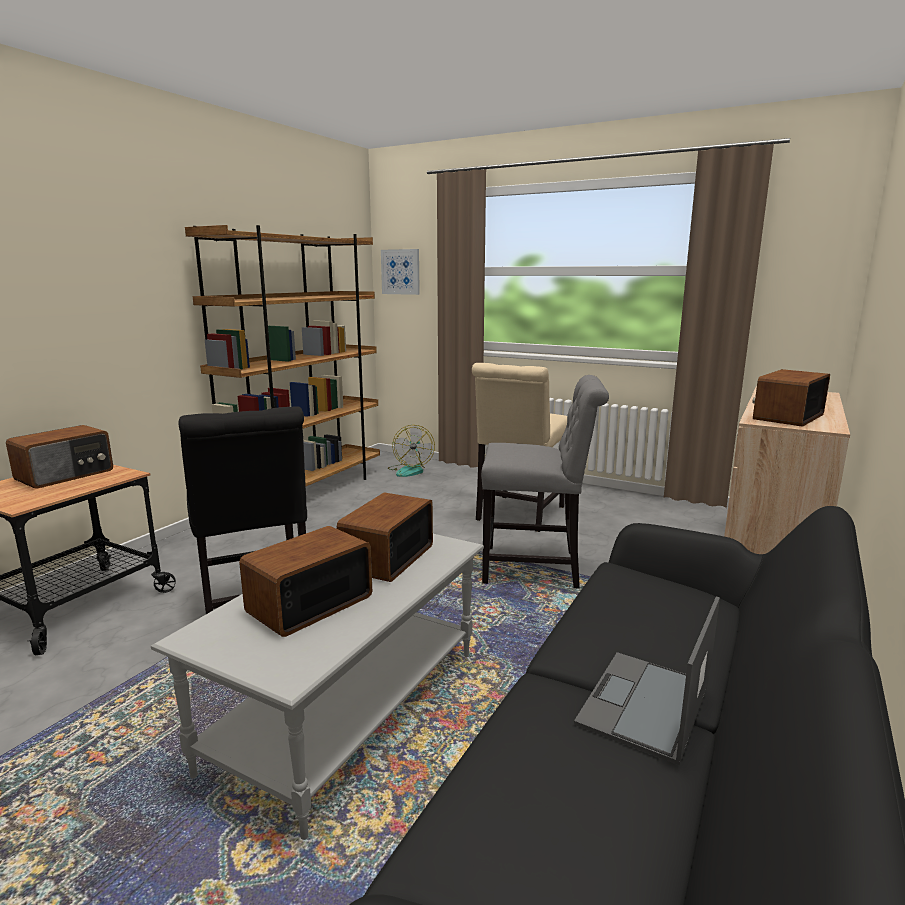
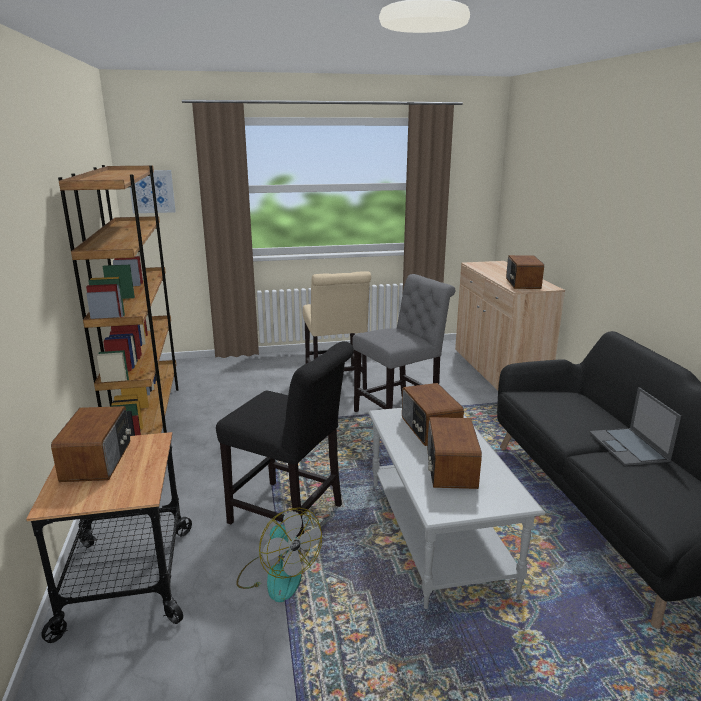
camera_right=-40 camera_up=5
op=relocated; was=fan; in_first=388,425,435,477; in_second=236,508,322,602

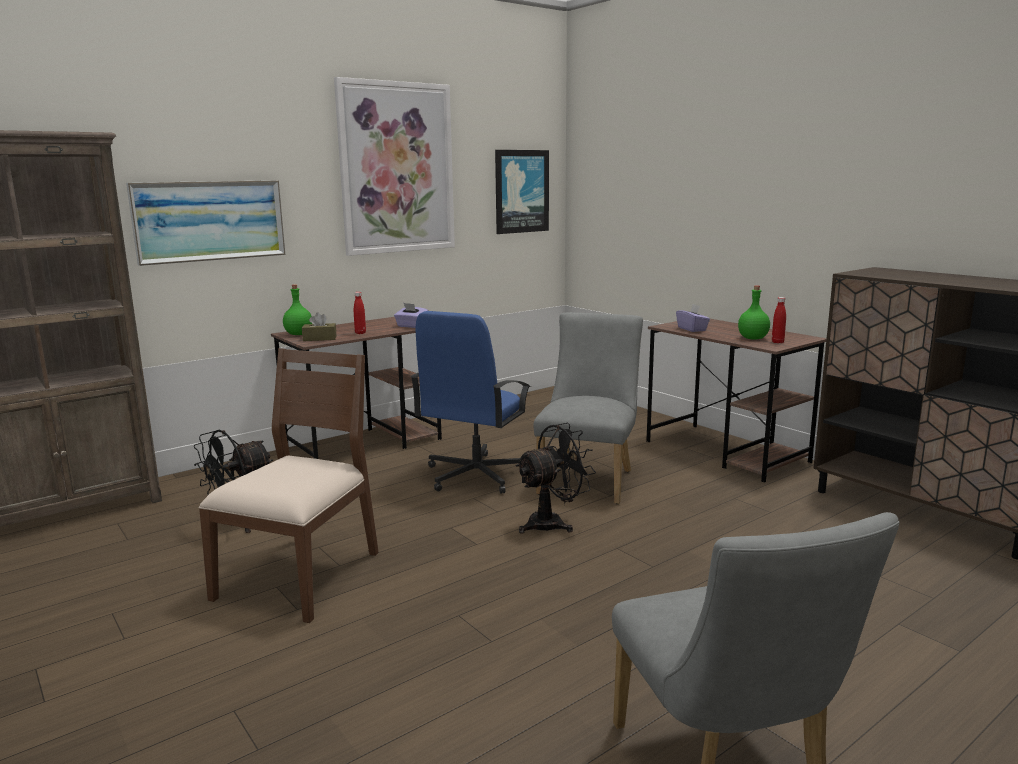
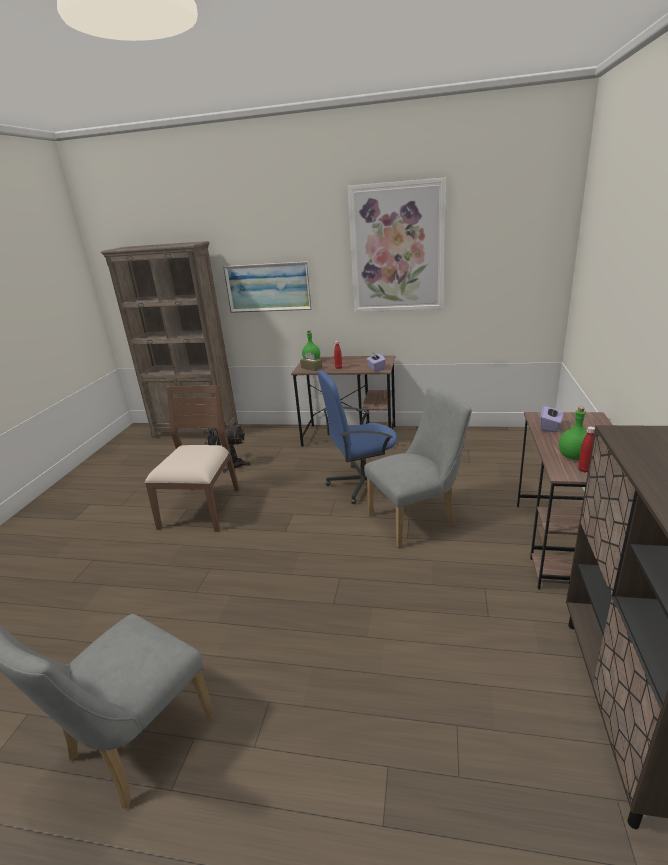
camera_right=50 camera_up=10
op=spun; was=chair (brown); in_first=198,348,379,623; in_second=145,385,239,532; clockwise=-60
op=missing; was=picture; in_first=495,150,549,234
op=missing; was=fan (black); in_first=516,423,596,534

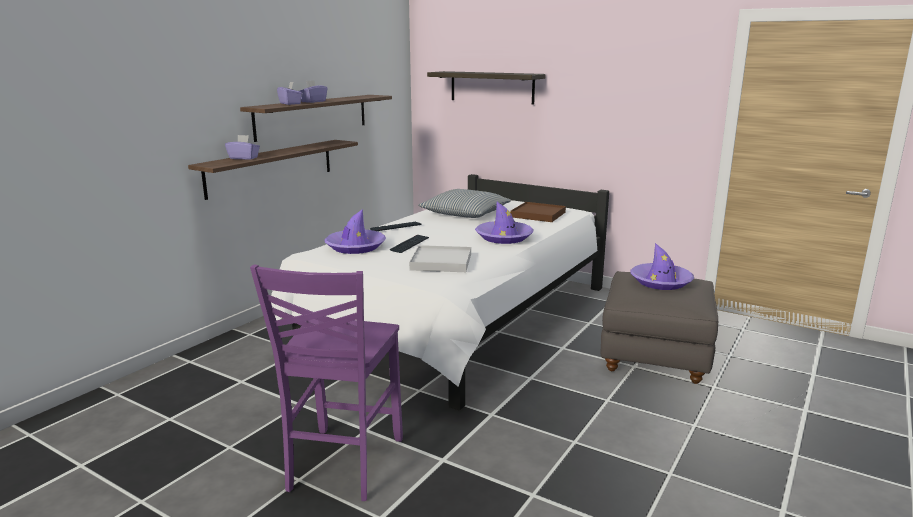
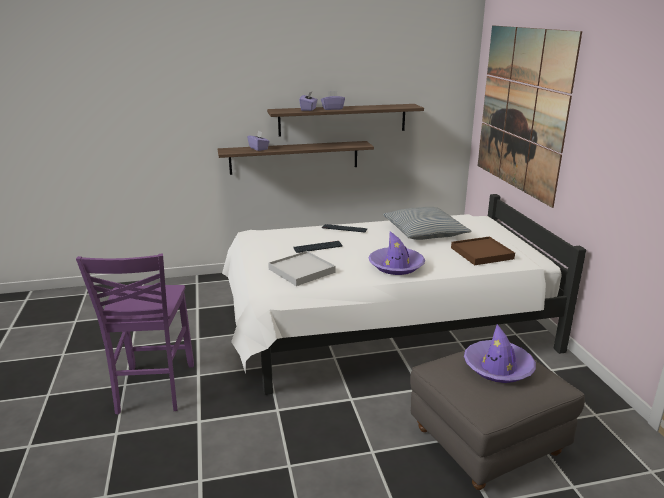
camera_right=45 camera_up=5
op=spun; was=chair (purple); in_first=250,265,403,501; in_second=76,254,194,414; clockwise=-60
op=exchanged; was=shelf; now=picture; in_first=427,71,546,104; in_second=478,25,582,208
op=missing; was=hat (purple); in_first=324,209,386,254

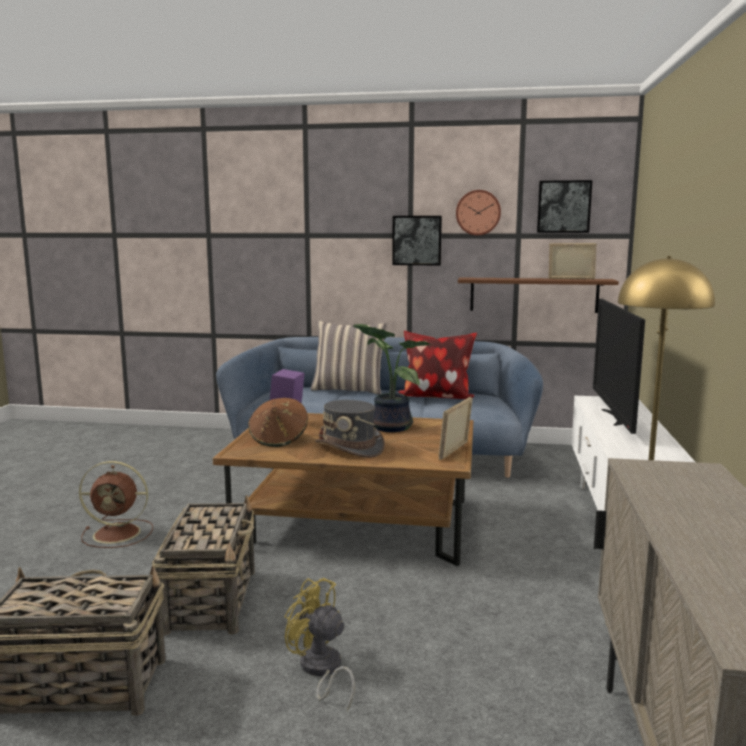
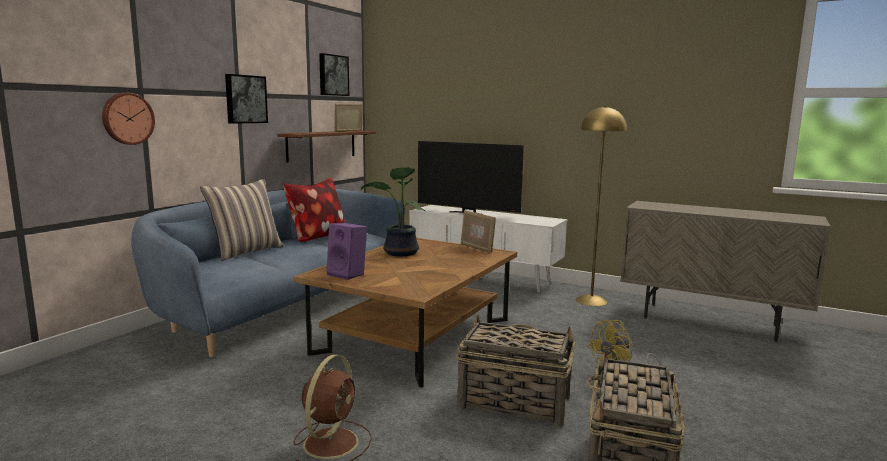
camera_right=-70 camera_up=0
op=relocated; was=wall clock; in_first=456,190,501,235; in_second=102,93,155,145
op=missing; was=hat (brown); in_first=248,398,308,447
op=missing; was=hat (grey); in_first=315,400,385,458

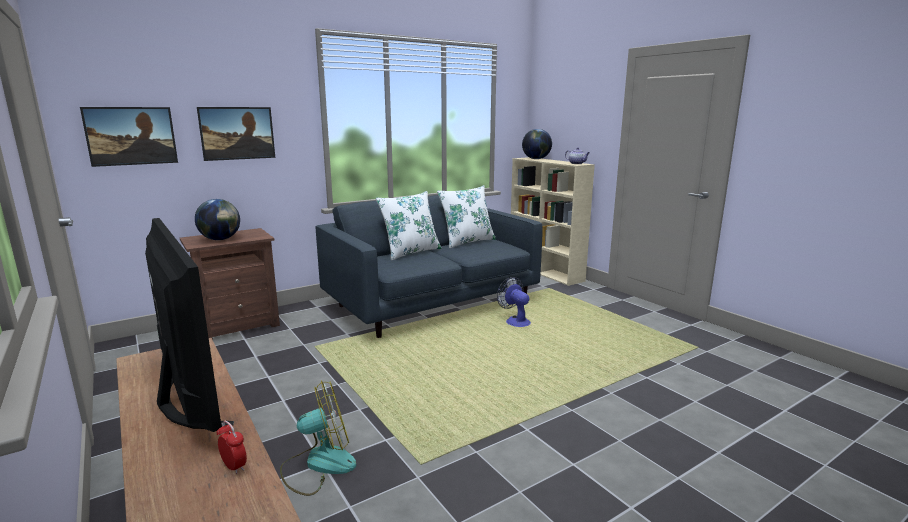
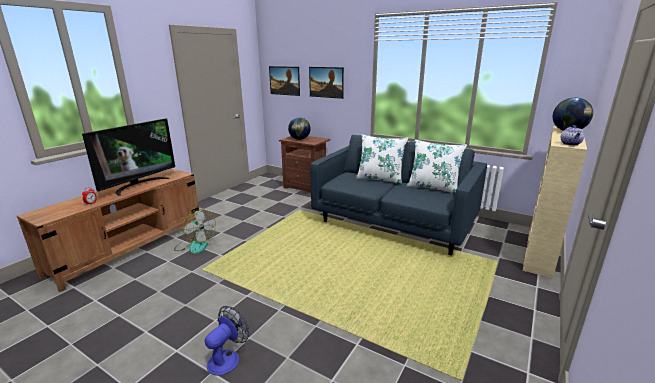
camera_right=65 camera_up=5
op=relocated; was=fan; in_first=497,277,531,327; in_second=204,306,249,376

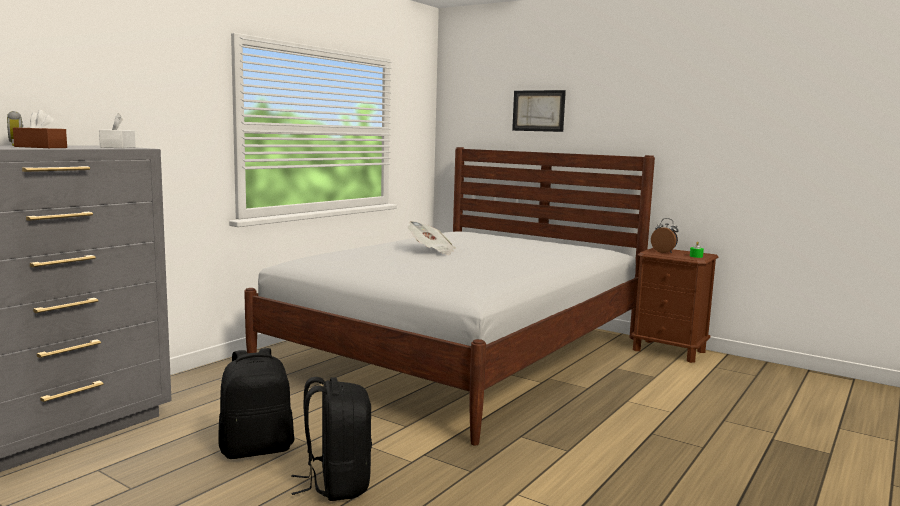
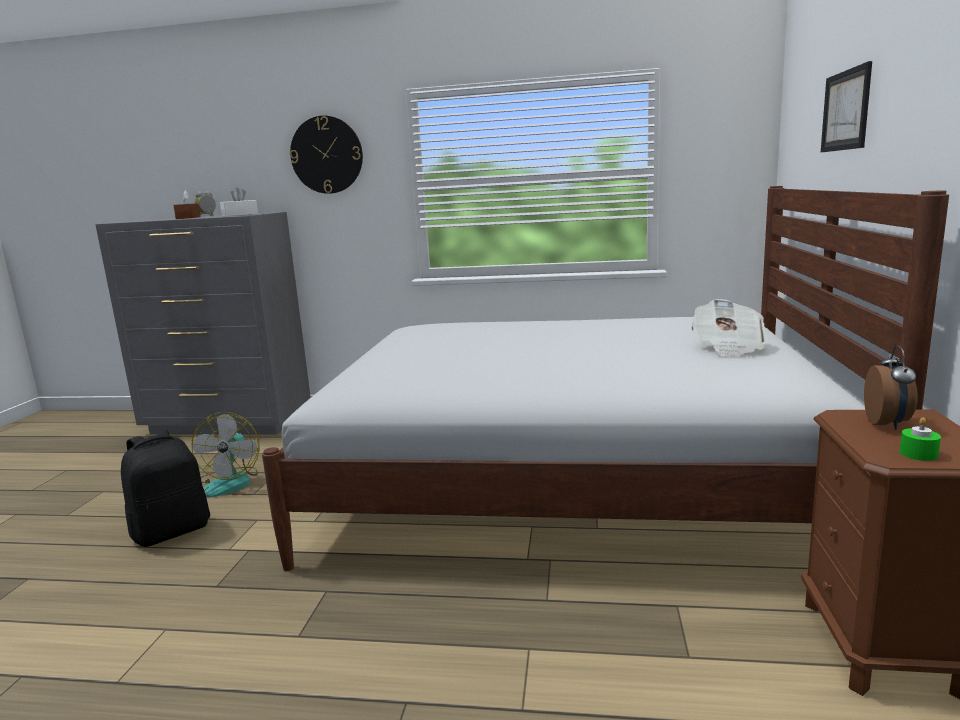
camera_right=65 camera_up=5
op=exchanged; was=backpack (black); now=fan; in_first=218,348,294,459; in_second=191,412,260,497
op=appeared; now=wall clock; in_second=290,116,363,194
op=relocated; was=newspaper; in_first=408,221,456,255; in_second=691,299,766,357

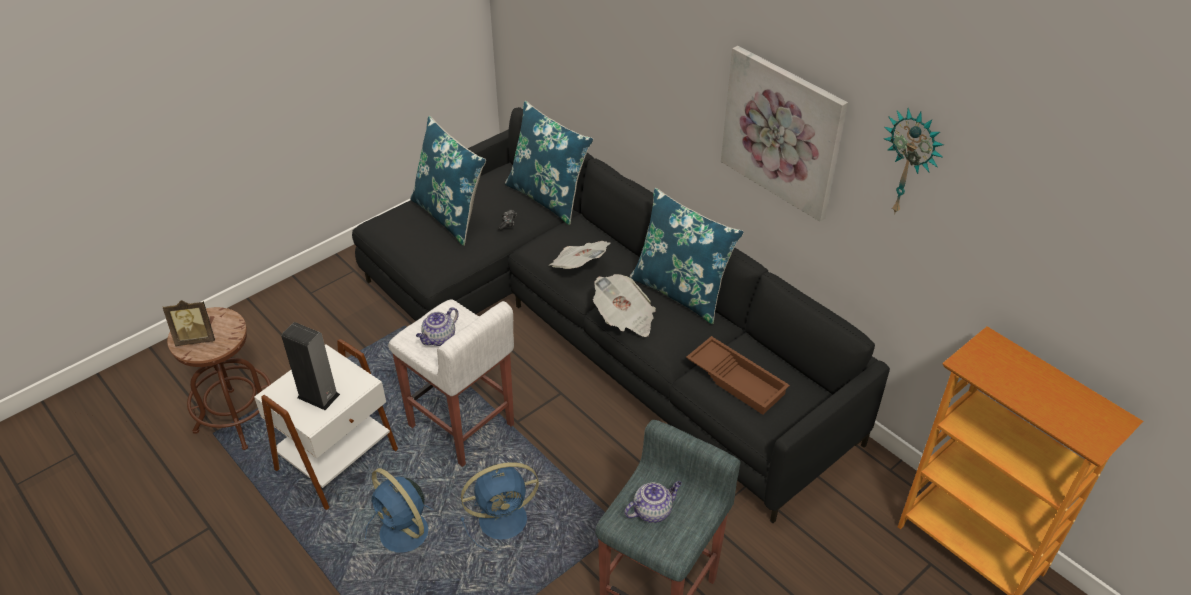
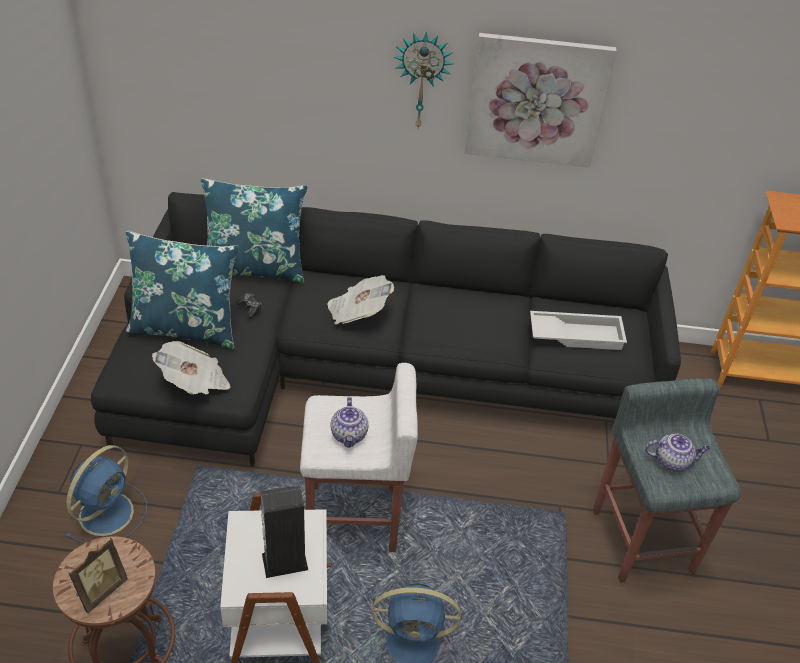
camera_right=-45 camera_up=0
op=relocated; was=fan (blue); in_first=461,462,539,551; in_second=66,445,147,543
op=relocated; was=newspaper; in_first=593,274,656,337; in_second=152,341,231,395
op=relocated; was=wall clock; in_first=884,108,944,215; in_second=394,32,453,128
op=colour; was=tray (brown); now=tray (white); in_first=686,336,790,415; in_second=530,311,627,350
op=spun; was=teapot; in_first=624,481,682,523; in_second=645,433,710,472; clockwise=75
op=missing; was=pillow (blue); in_first=629,188,744,324

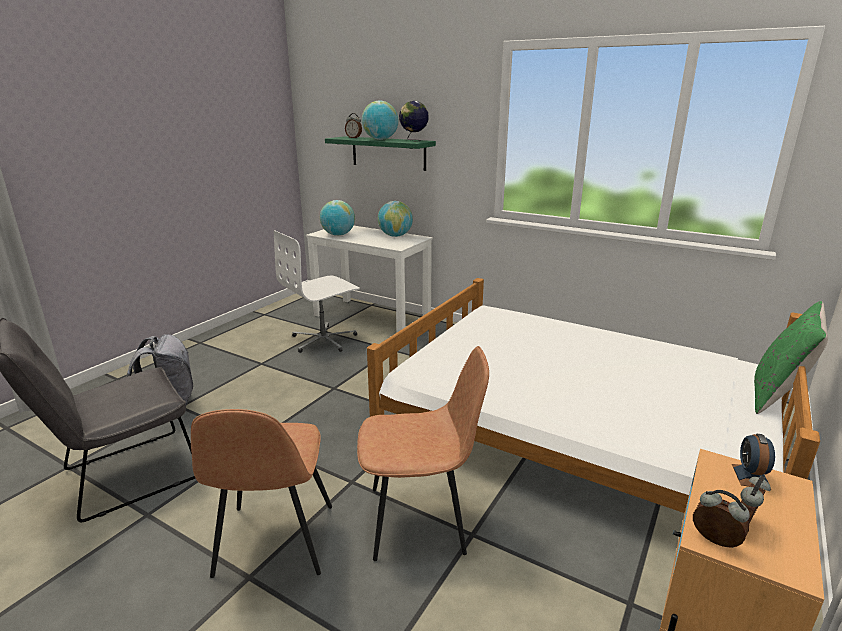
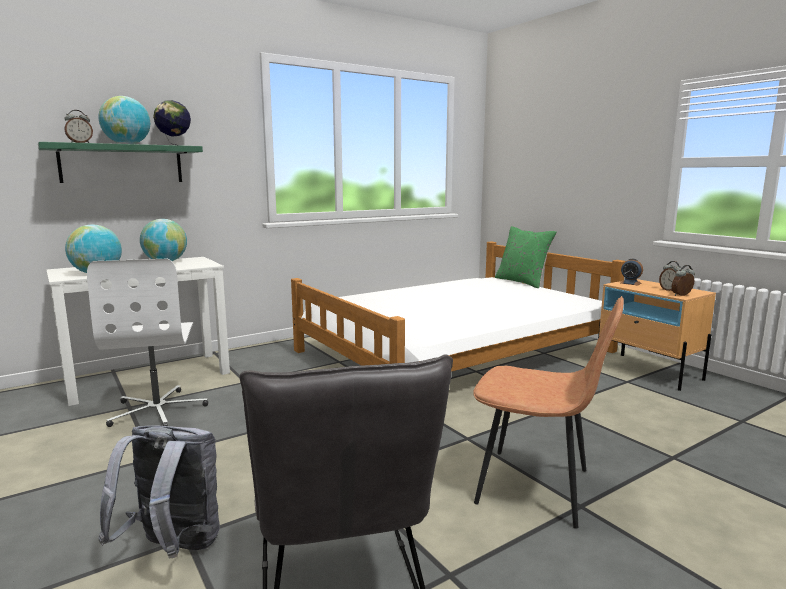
camera_right=-65 camera_up=-10
op=missing; was=chair (brown); in_first=357,346,489,561

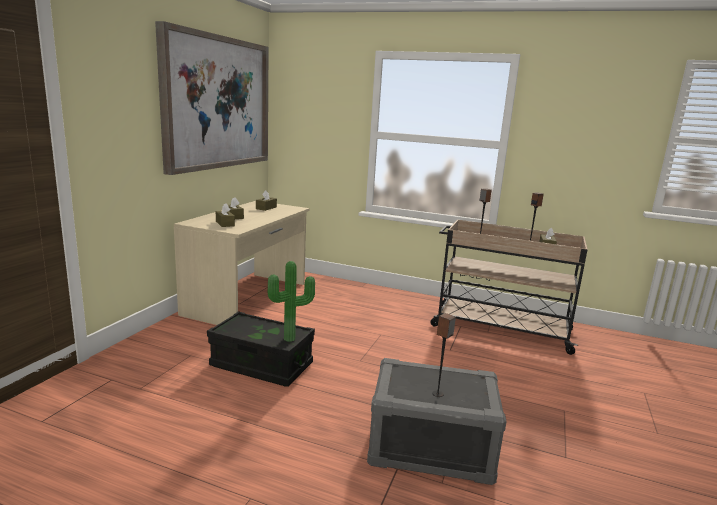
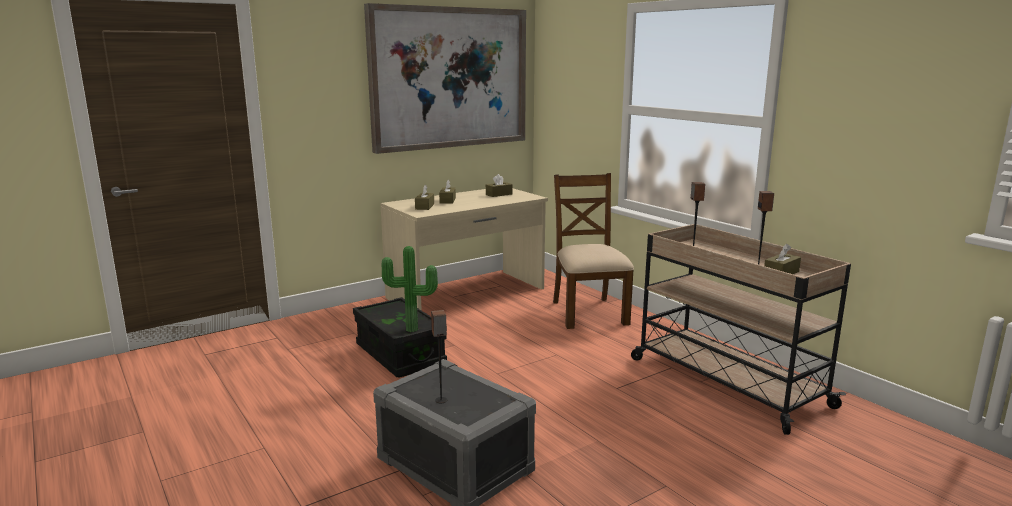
camera_right=35 camera_up=0
op=appeared; now=chair (brown); in_second=553,173,634,329

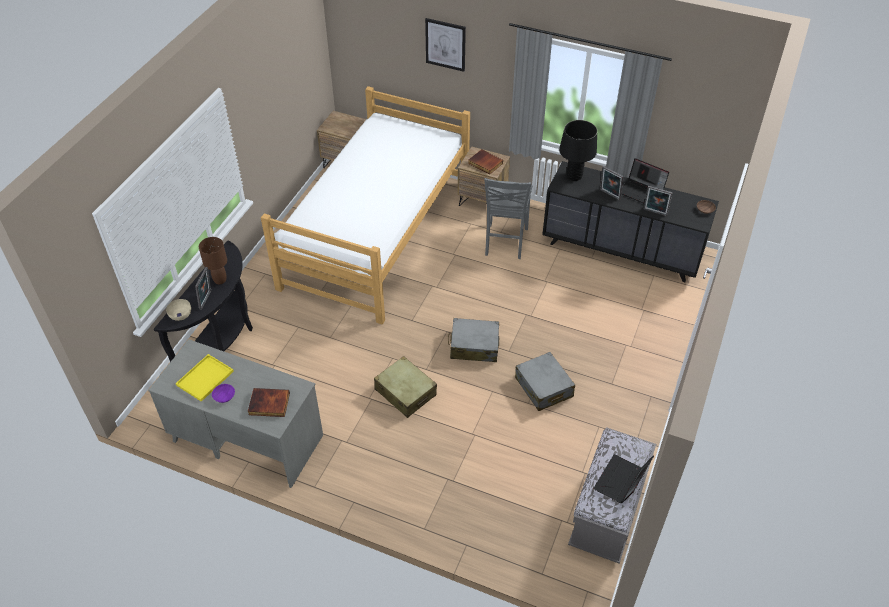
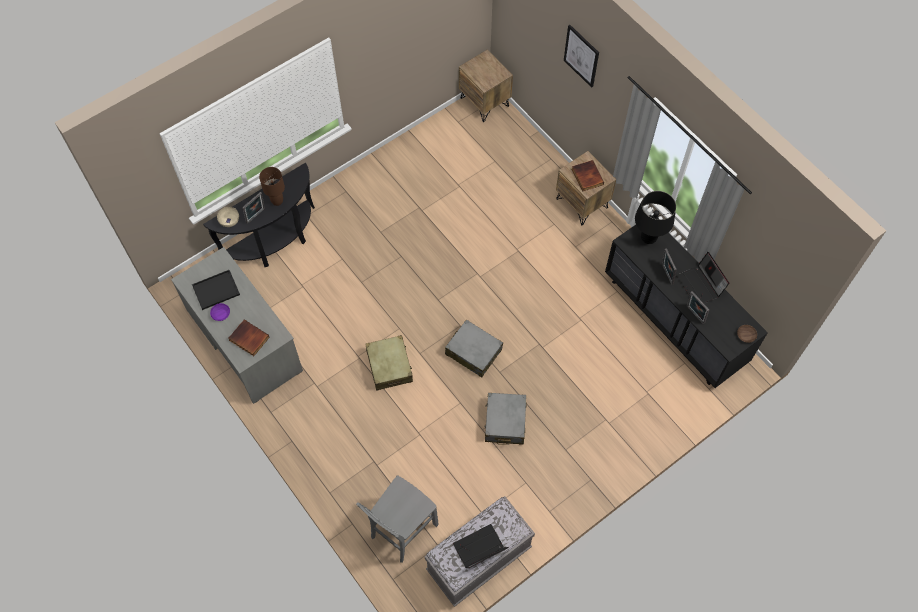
camera_right=30 camera_up=15
op=colour; was=tray (yellow); now=tray (black); in_first=176,354,234,402; in_second=192,270,240,310
op=relocated; was=chair (grey); in_first=484,178,532,259; in_second=356,476,439,563
op=missing; was=bed; in_first=261,86,470,325

